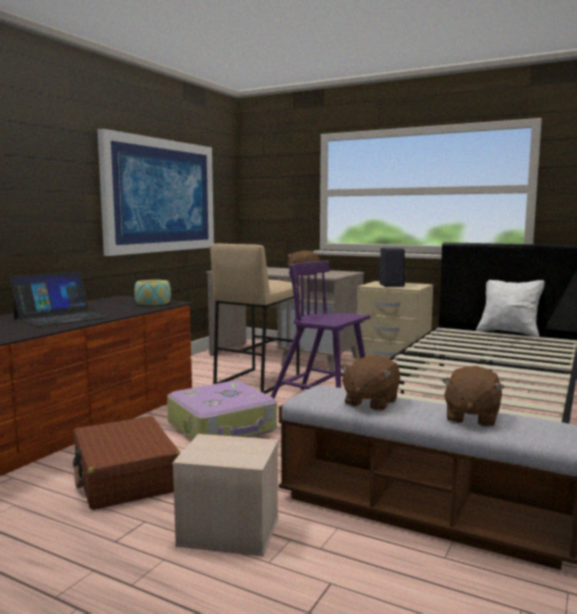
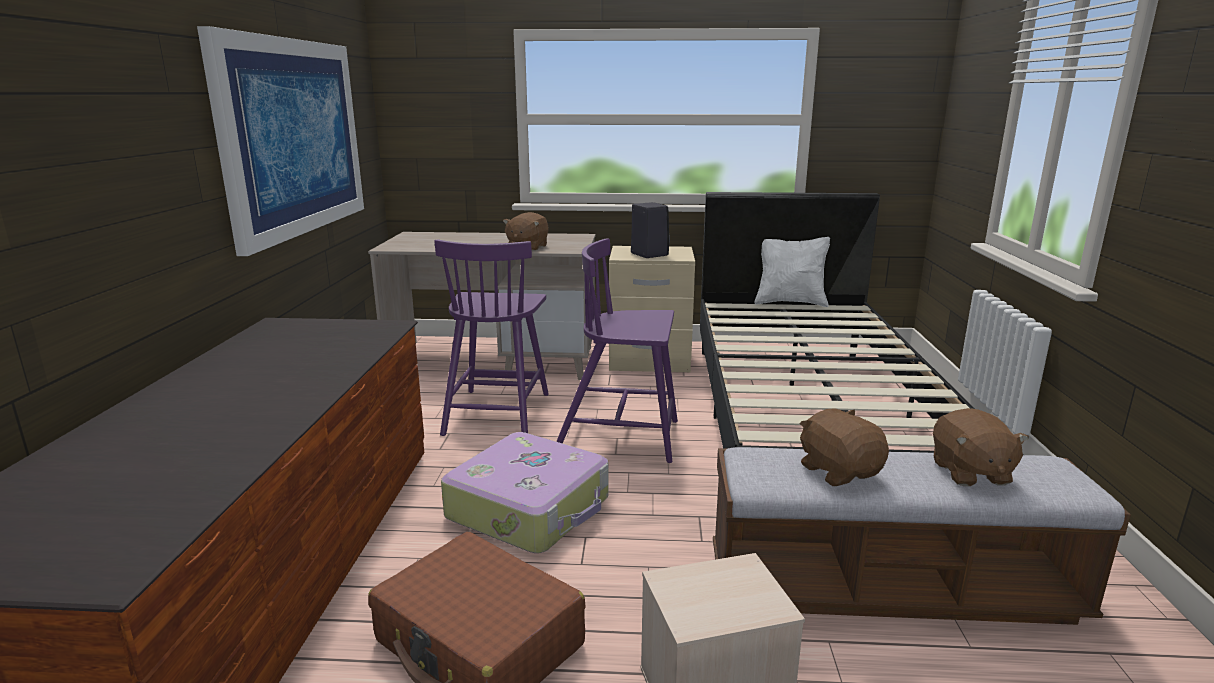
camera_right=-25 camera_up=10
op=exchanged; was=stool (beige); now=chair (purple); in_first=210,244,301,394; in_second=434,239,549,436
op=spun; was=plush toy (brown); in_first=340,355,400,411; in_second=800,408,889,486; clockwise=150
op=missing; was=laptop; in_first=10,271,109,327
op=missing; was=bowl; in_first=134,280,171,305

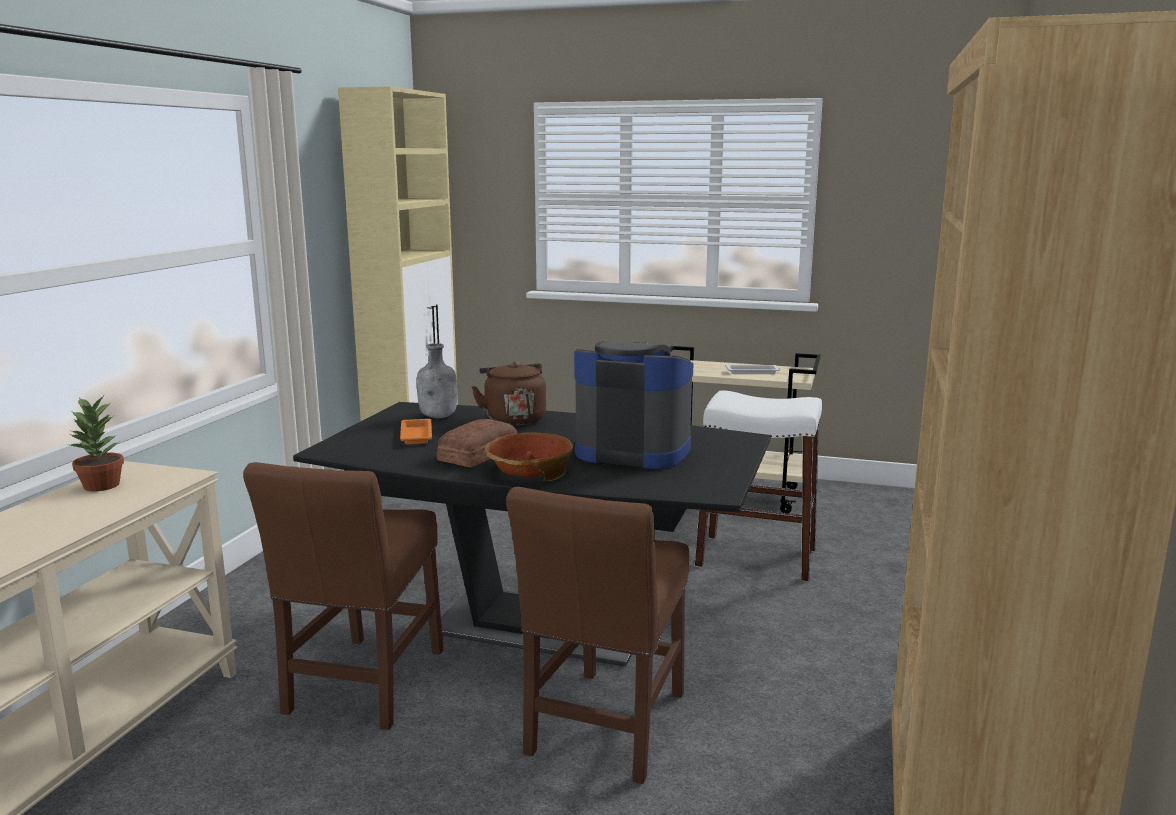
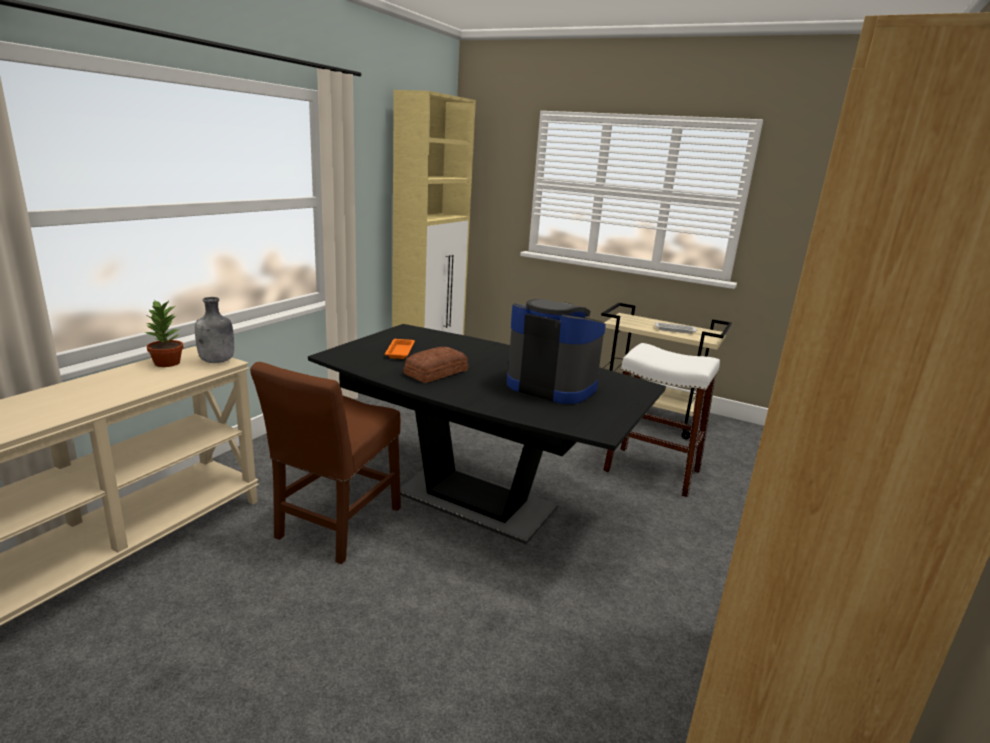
camera_right=10 camera_up=5
op=relocated; was=bottle (grey); in_first=417,343,457,418; in_second=195,297,234,363
op=missing; was=kettle (brown); in_first=472,362,546,425
op=missing; was=bowl; in_first=484,432,573,481
op=missing; was=chair (brown); in_first=506,487,689,784

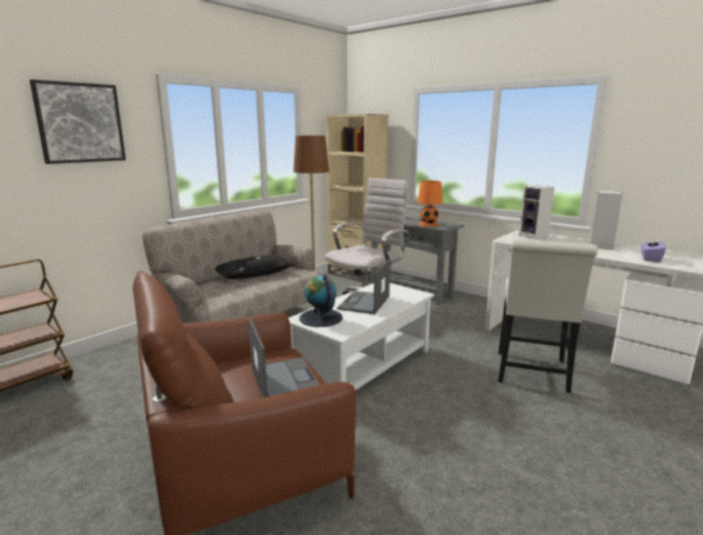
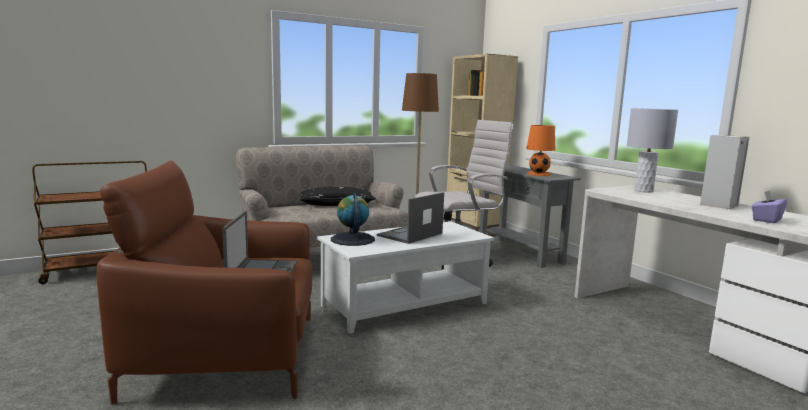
camera_right=20 camera_up=-5
op=exchanged; was=speaker; now=table lamp (grey); in_first=519,185,555,240; in_second=627,108,678,193
op=missing; was=picture; in_first=30,79,126,164
op=missing; was=chair (white); in_first=498,239,598,393

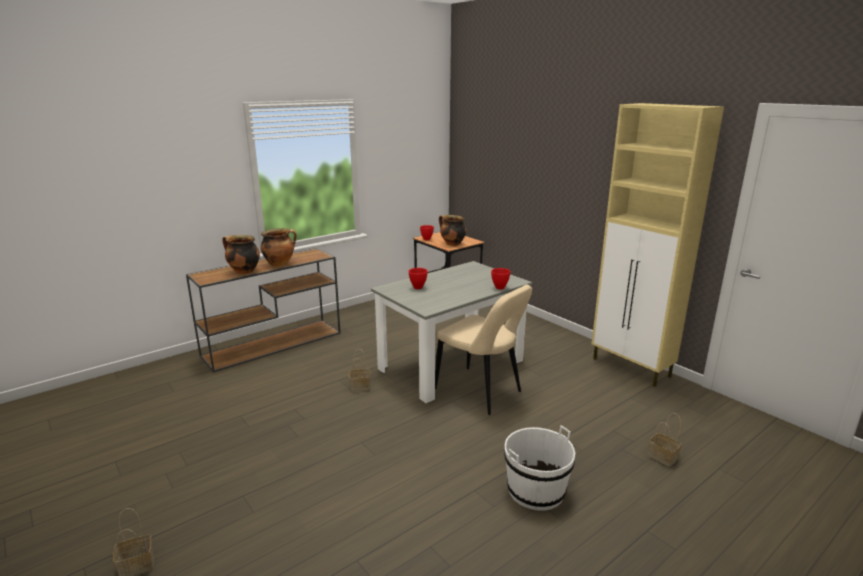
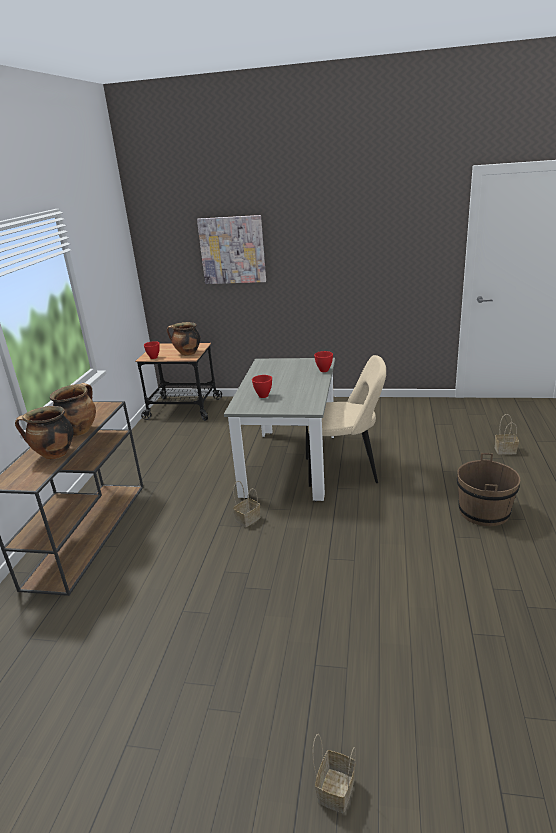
camera_right=-40 camera_up=5
op=appeared; now=picture; in_second=197,215,266,284
op=colour; was=bucket (white); now=bucket (brown); in_first=504,425,575,511; in_second=457,453,520,526
op=missing; was=cabinet (beige); in_first=592,103,724,387

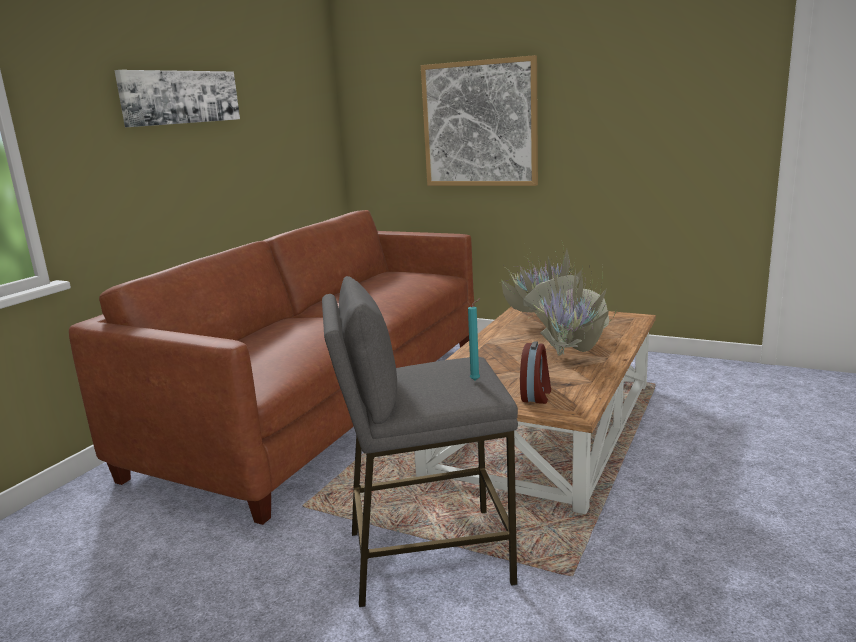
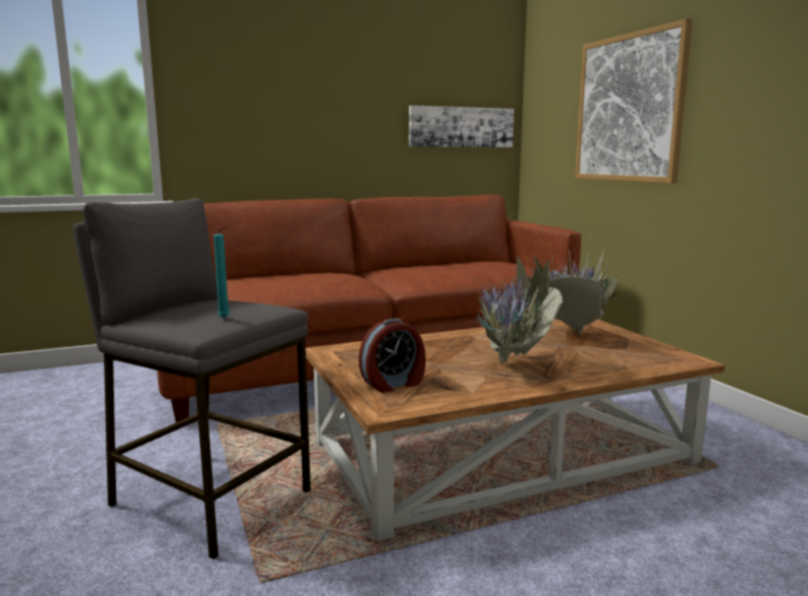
camera_right=40 camera_up=-5
op=relocated; was=picture; in_first=114,70,240,127; in_second=409,105,514,147

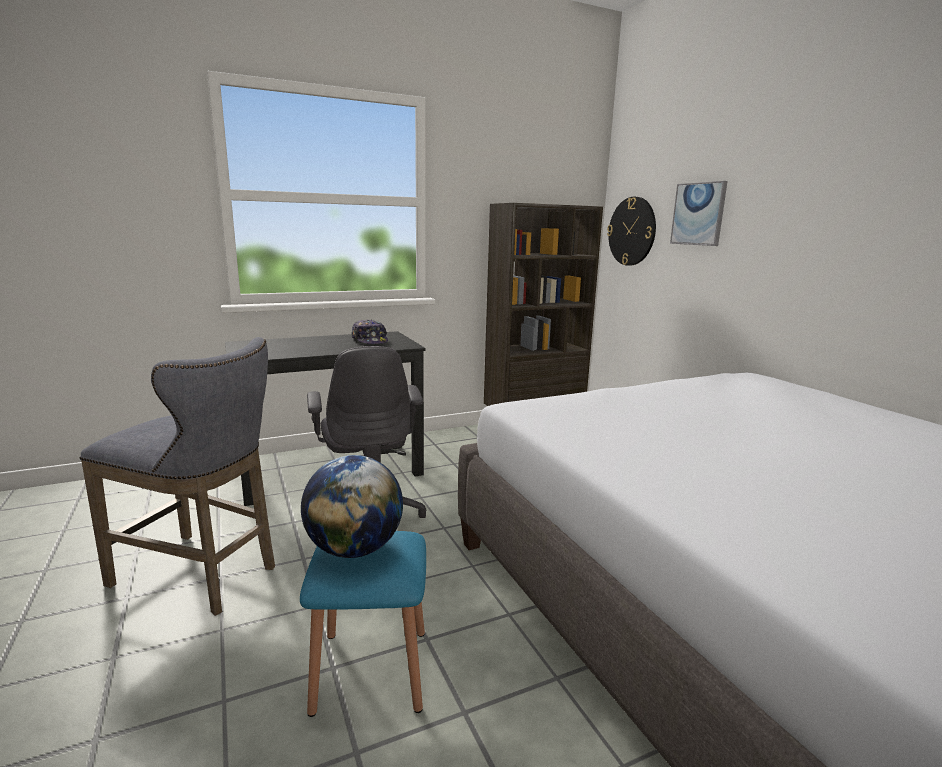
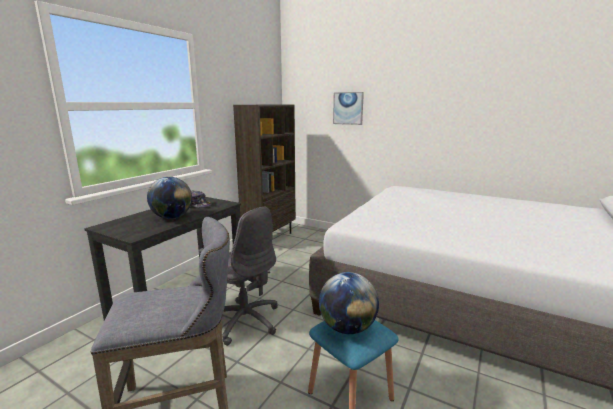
camera_right=-35 camera_up=0
op=appeared; now=globe; in_second=147,177,192,219
op=missing; was=wall clock; in_first=607,197,656,266

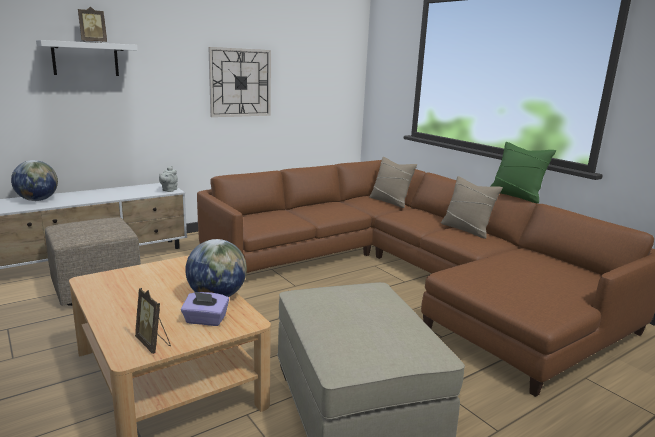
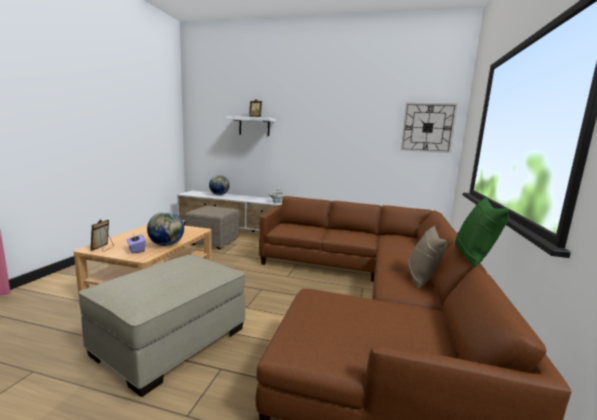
camera_right=50 camera_up=-5
op=relocated; was=wall clock; in_first=208,47,271,117; in_second=400,102,458,153
op=missing; was=pillow (beige); in_first=370,157,417,208

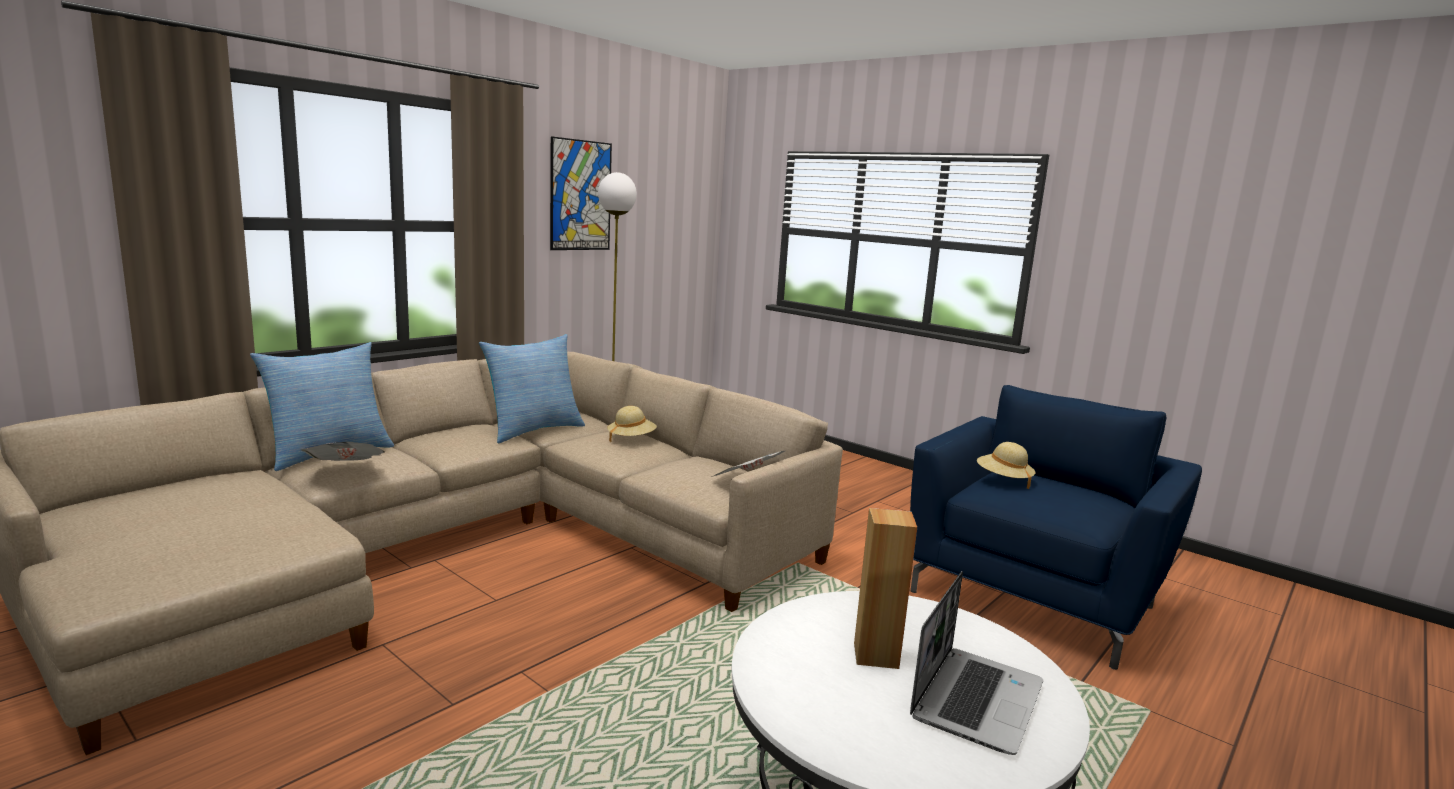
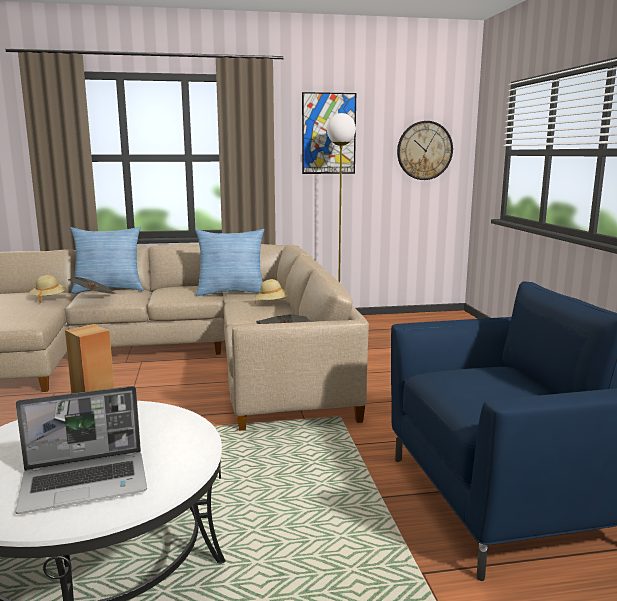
camera_right=40 camera_up=0
op=relocated; was=hat (beige); in_first=977,442,1036,489; in_second=29,275,67,303
op=appeared; now=wall clock; in_second=397,121,453,180

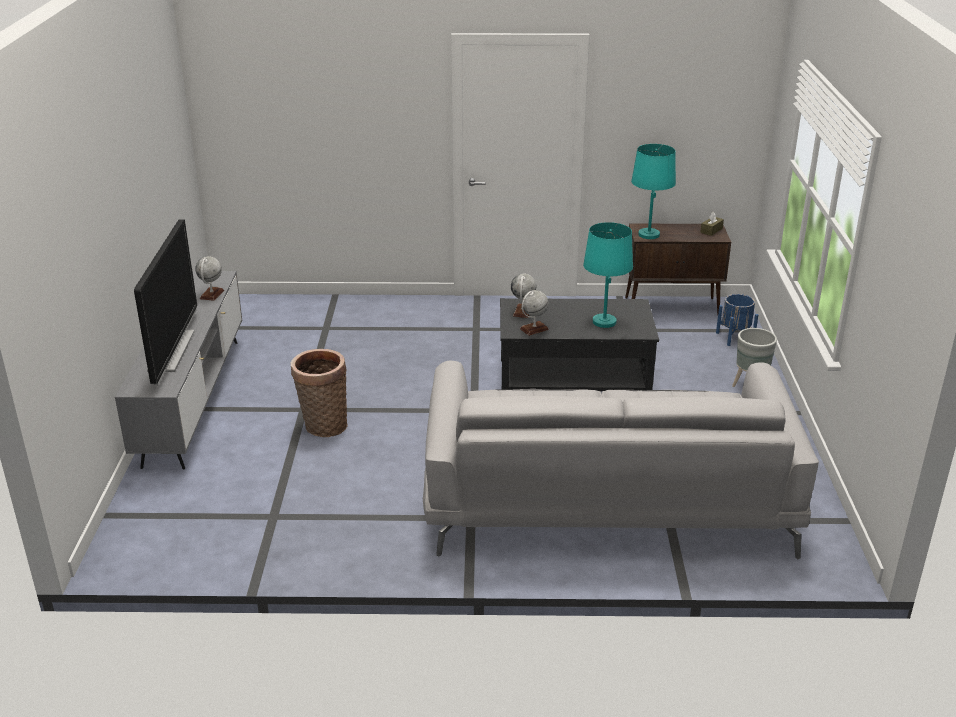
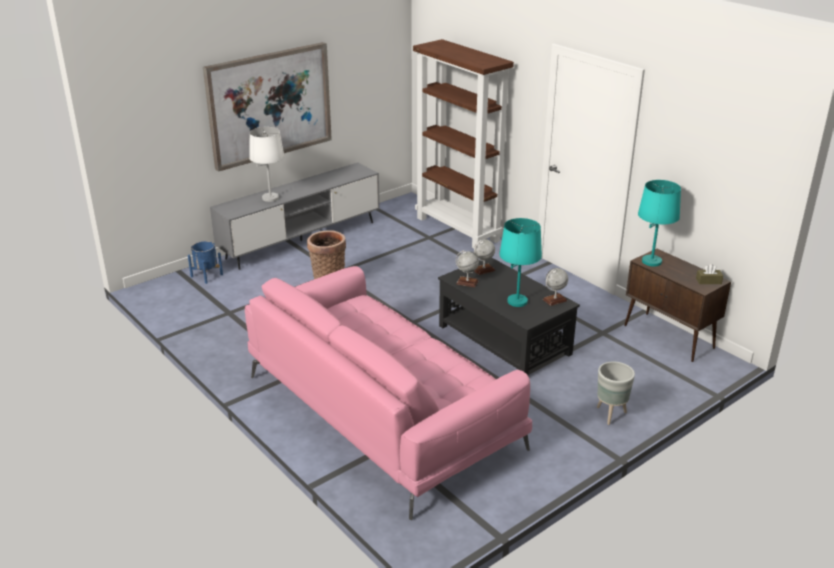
camera_right=50 camera_up=0
op=relocated; was=planter (blue); in_first=716,294,758,346; in_second=188,241,223,284
op=appeared; now=picture; in_second=203,42,332,172
op=colour; was=sofa (grey); now=sofa (pink); in_first=423,361,819,559; in_second=245,266,532,520
op=exchanged; was=television; now=table lamp (white); in_first=134,220,197,386; in_second=249,127,284,202
op=appeared; now=bookcase (brown); in_second=413,39,514,248
op=relocated; was=globe; in_first=195,256,224,301; in_second=543,268,568,306

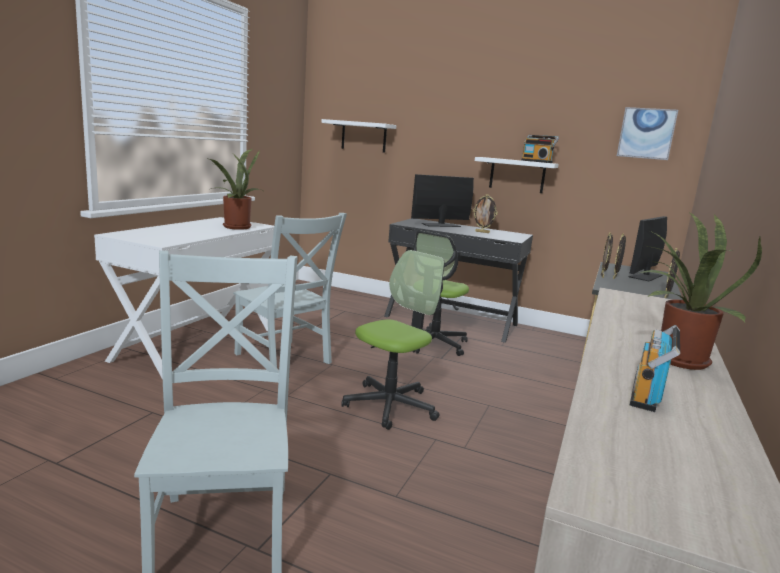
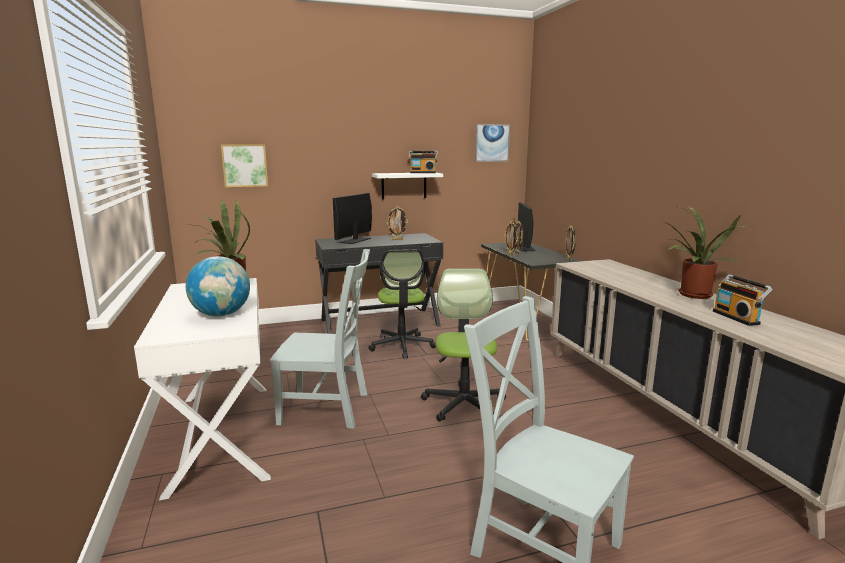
camera_right=-40 camera_up=0
op=appeared; now=globe; in_second=186,256,250,317
op=exchanged; was=shelf (white); now=picture; in_first=321,119,396,153; in_second=221,144,268,187

